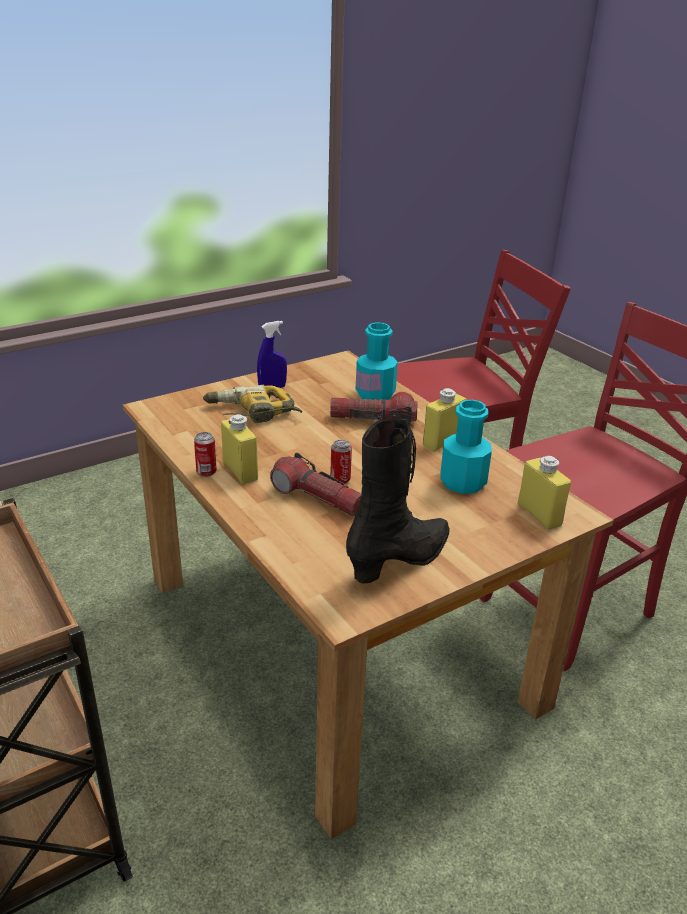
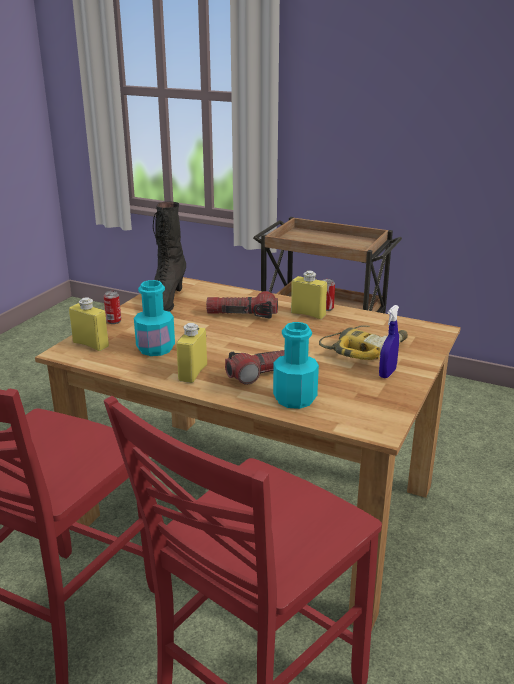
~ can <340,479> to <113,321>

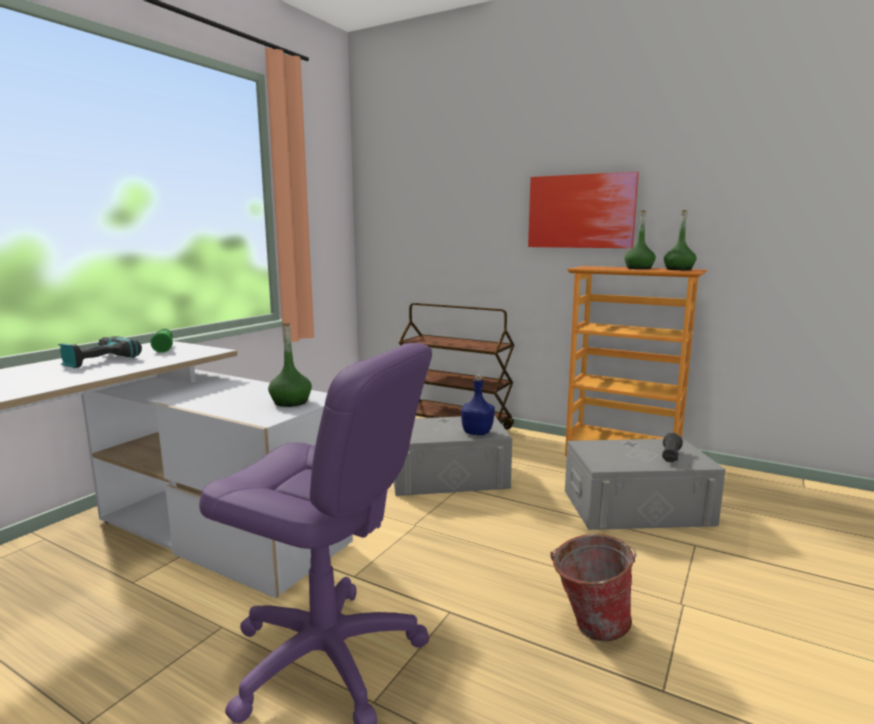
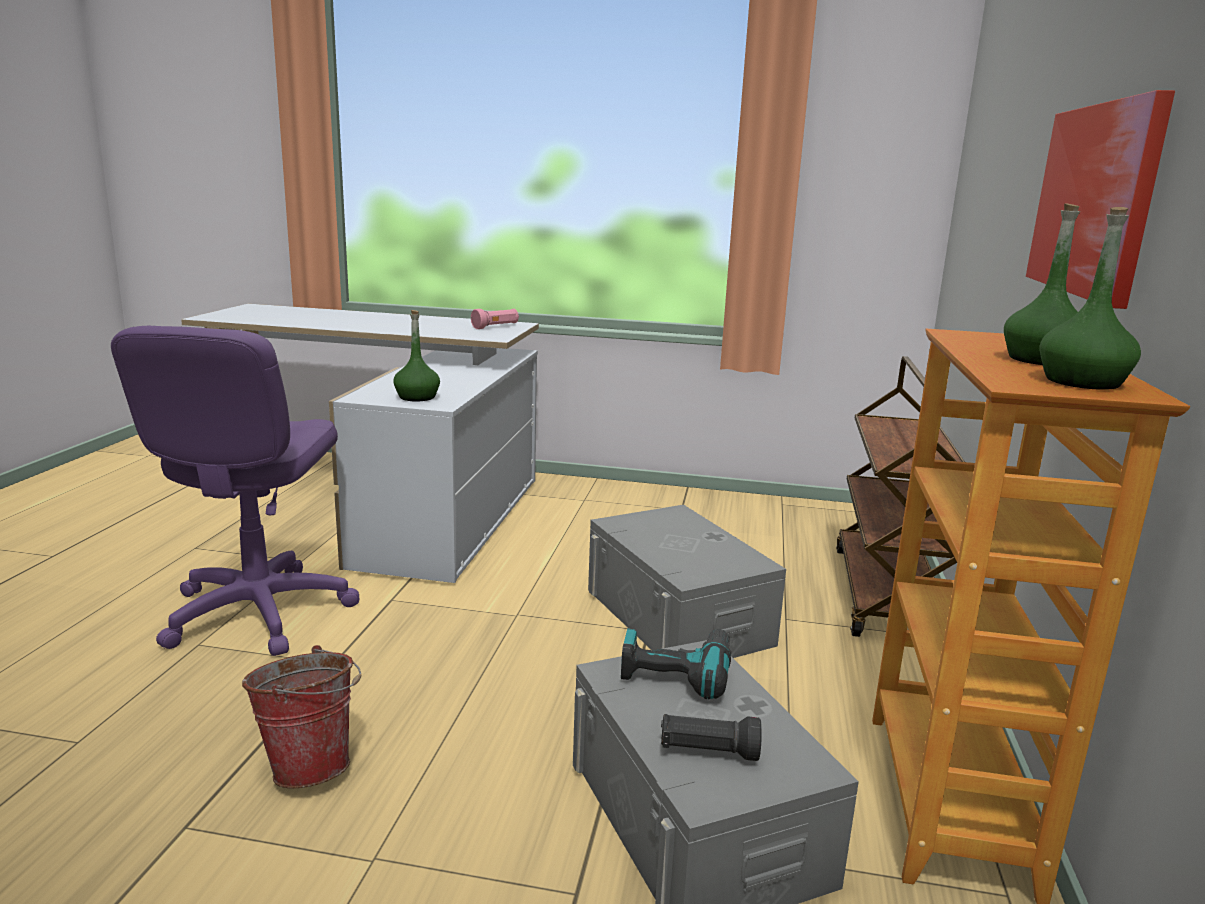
- blue bottle <477,433>
~ power drill <97,360> to <676,671>
~ green flashlight <164,348> to pink flashlight <495,327>

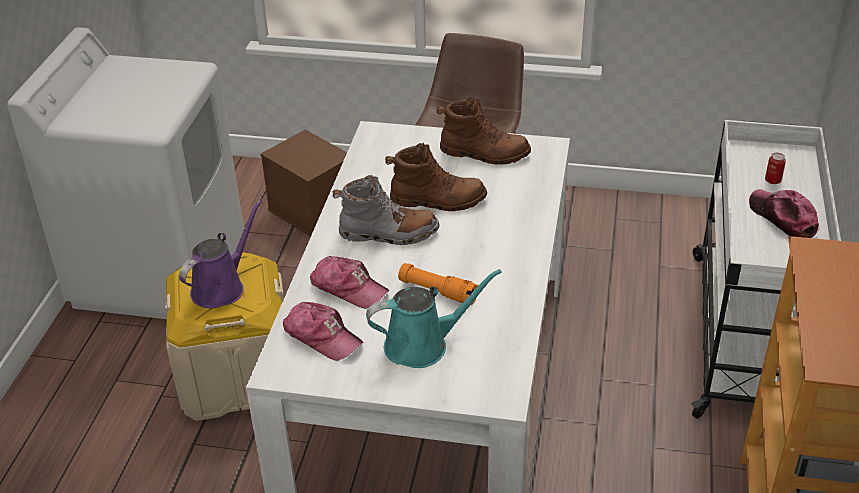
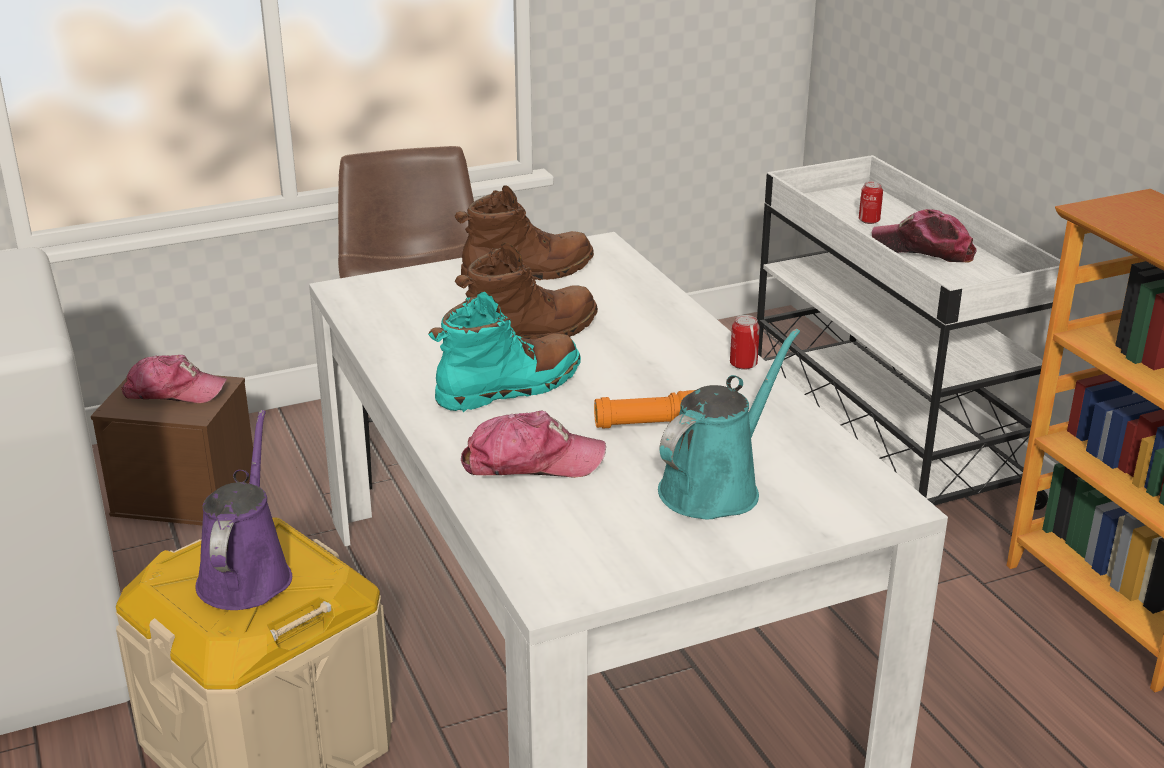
+ can <743,364>
~ cap <322,336> to <174,391>
~ grey boot <388,233> to turquoise boot <509,387>

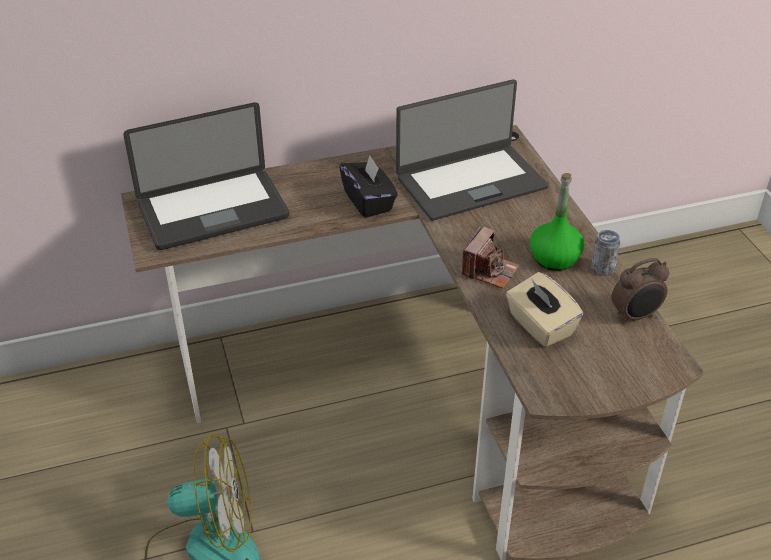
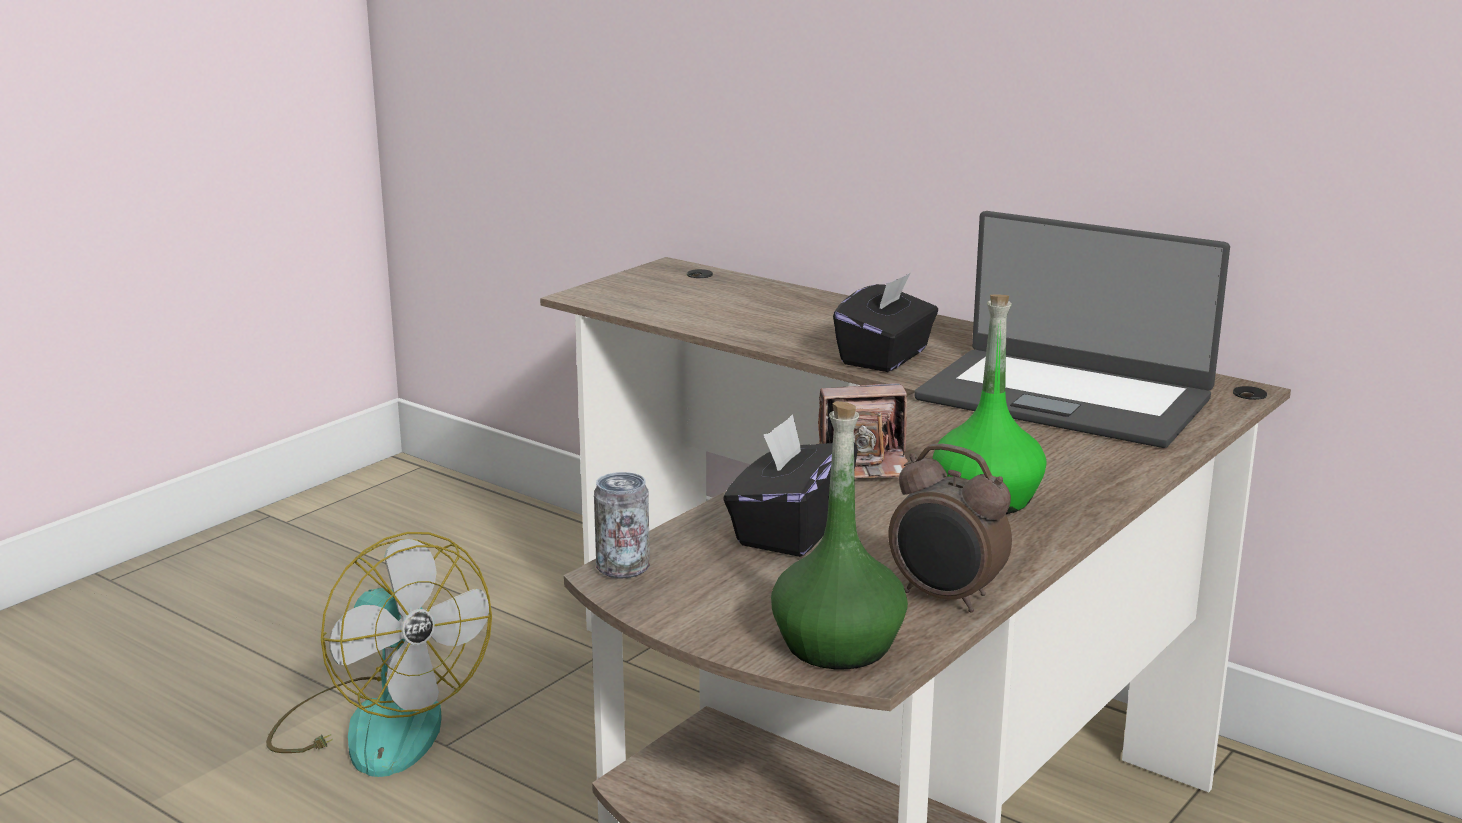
- laptop <213,211>
+ green bottle <838,645>
~ can <602,269> to <623,568>
~ beige tissue box <540,326> to black tissue box <790,530>

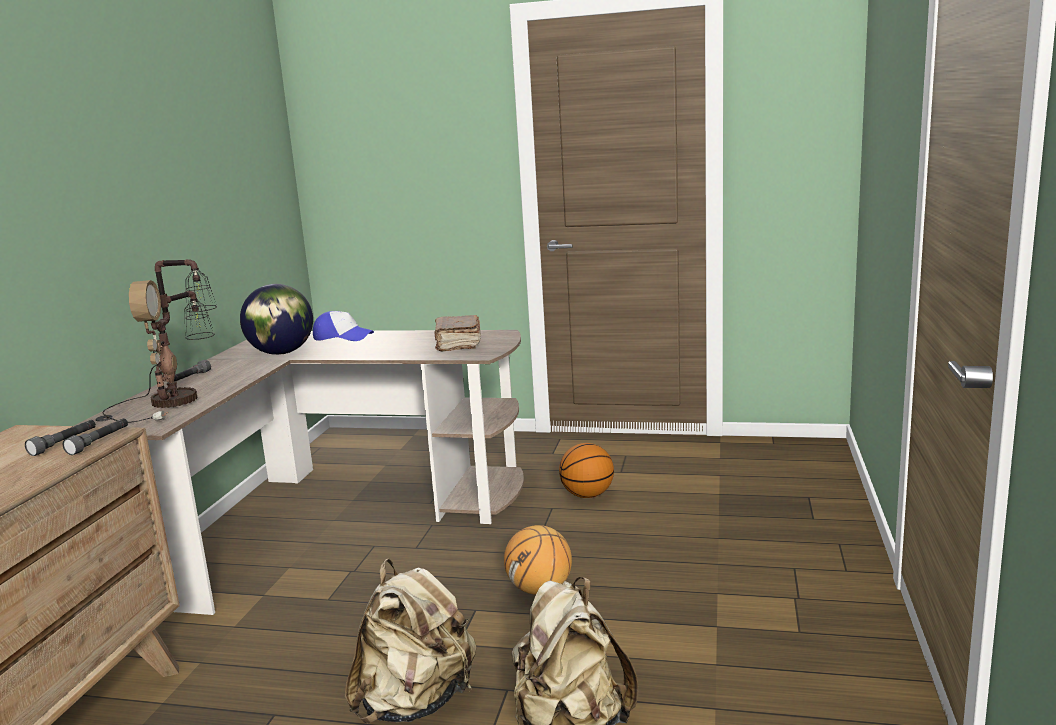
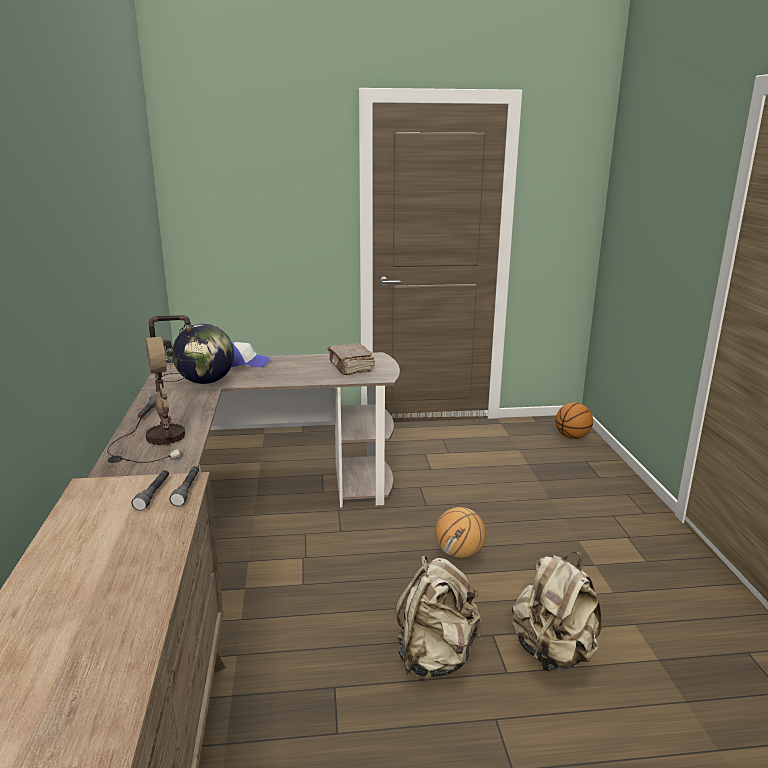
~ basketball <587,495> to <571,437>

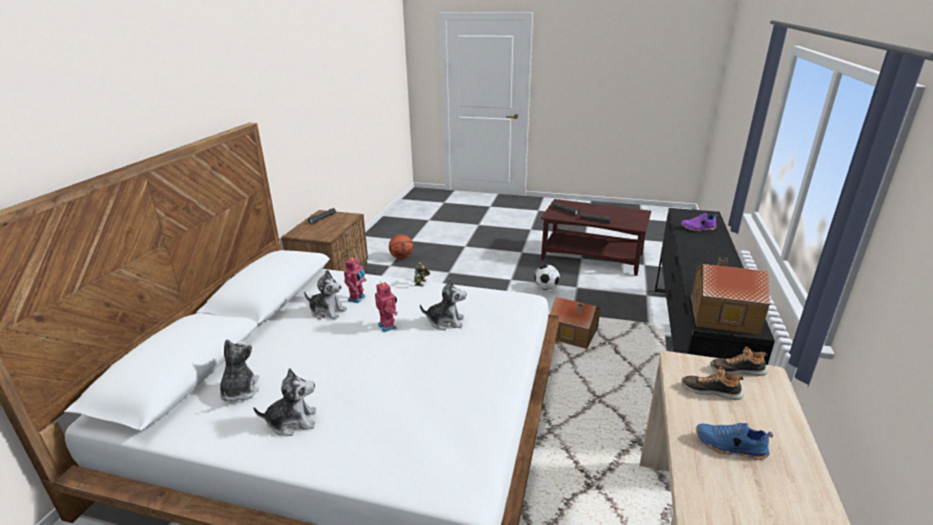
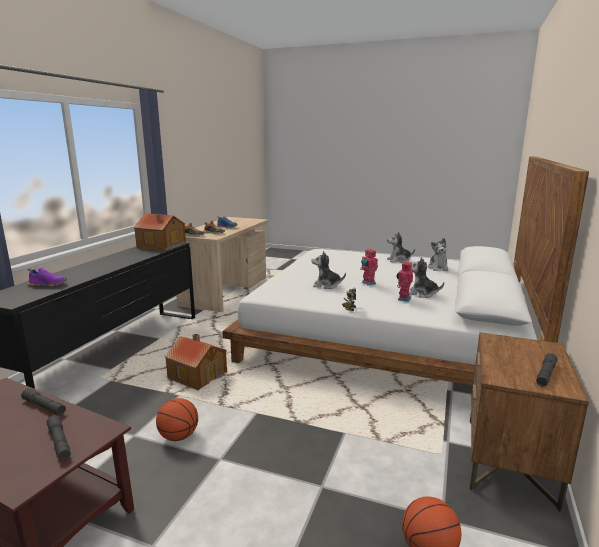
~ football <546,288> to basketball <178,436>

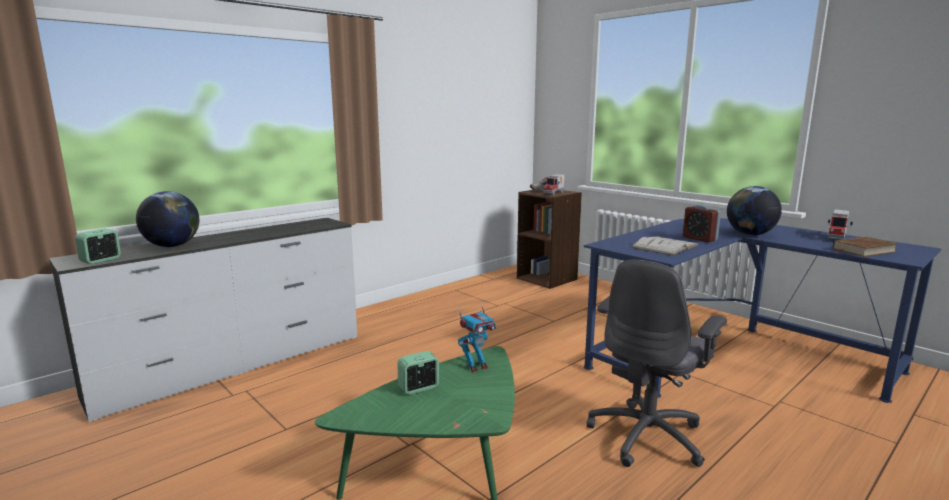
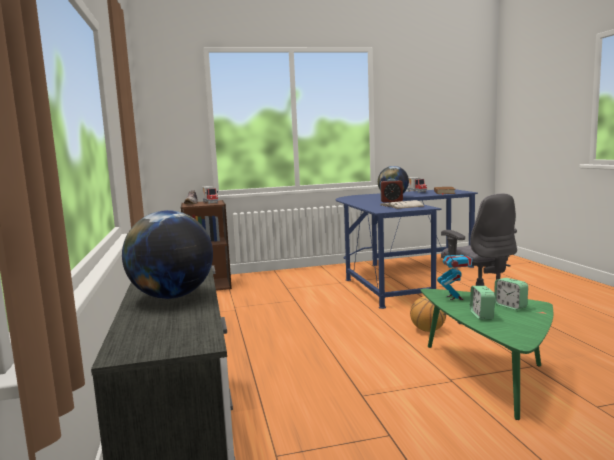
+ basketball <428,330>
~ alarm clock <101,260> to <510,306>

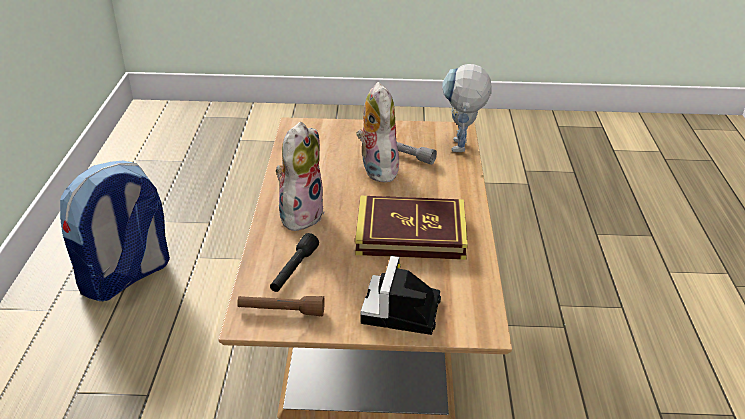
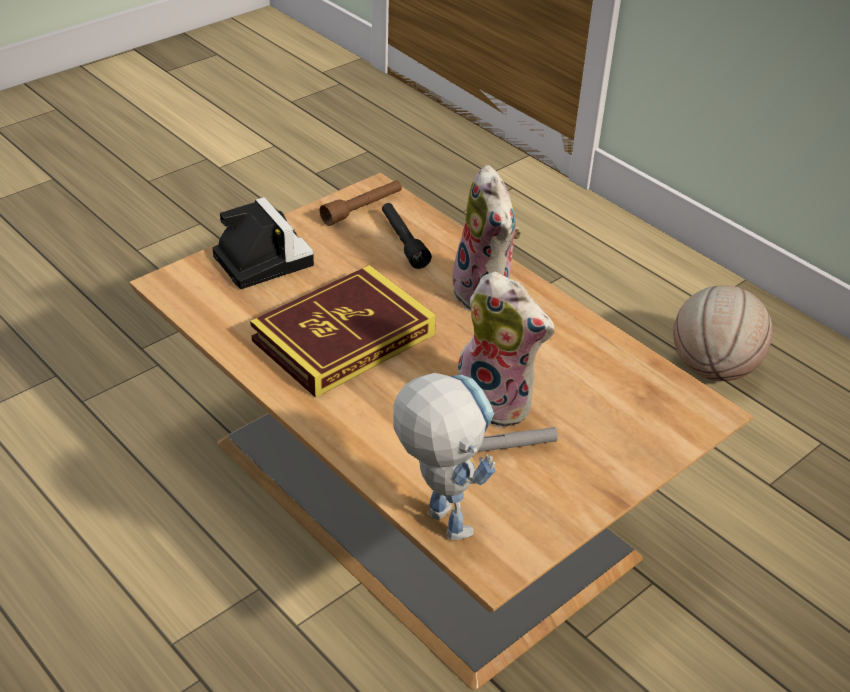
~ backpack <126,277> to basketball <712,368>

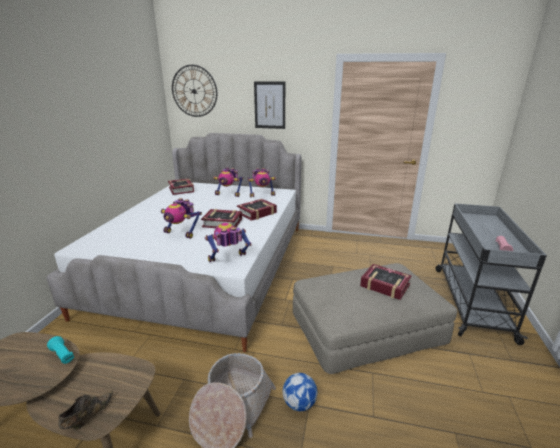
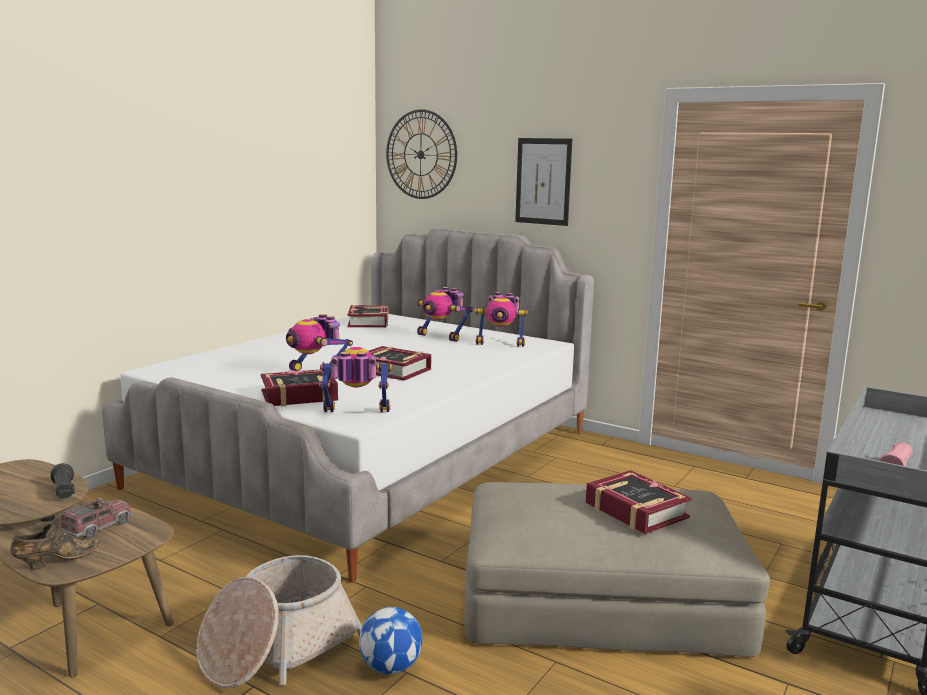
+ toy truck <97,527>
~ book <257,213> to <299,396>
~ turquoise flashlight <62,355> to black flashlight <64,491>

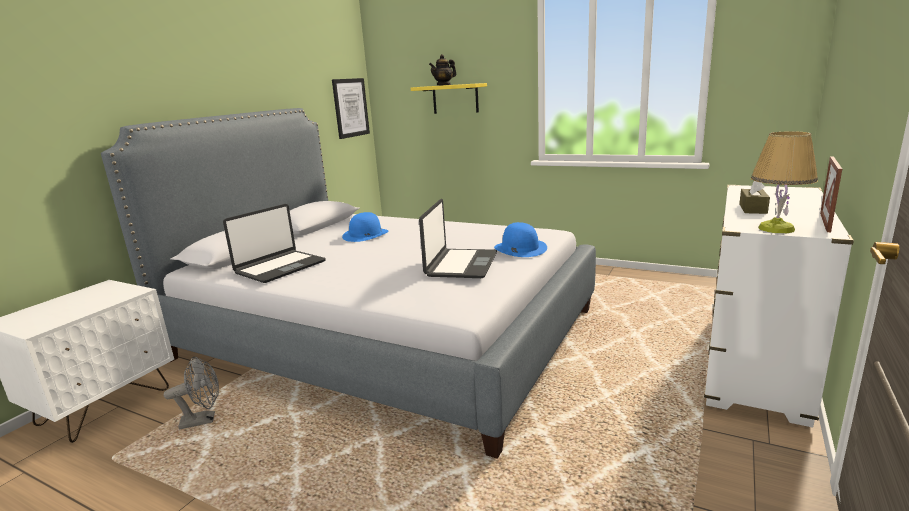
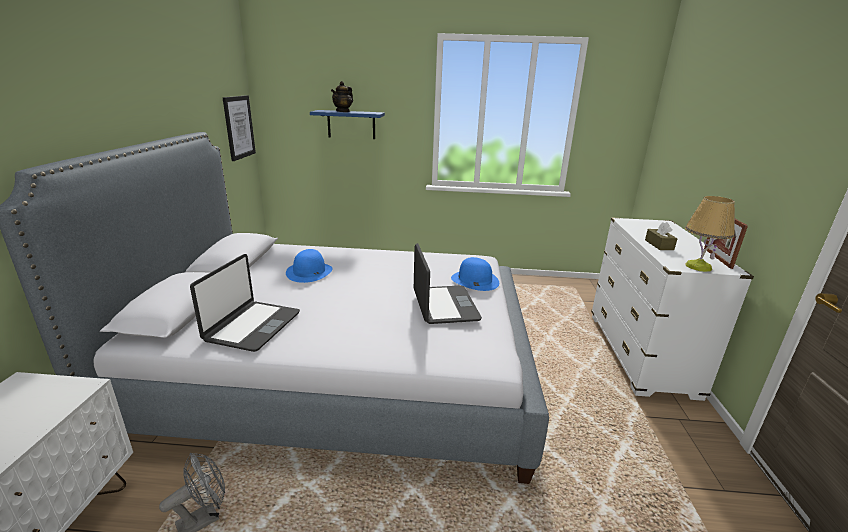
~ yellow shelf <455,99> to blue shelf <351,124>

